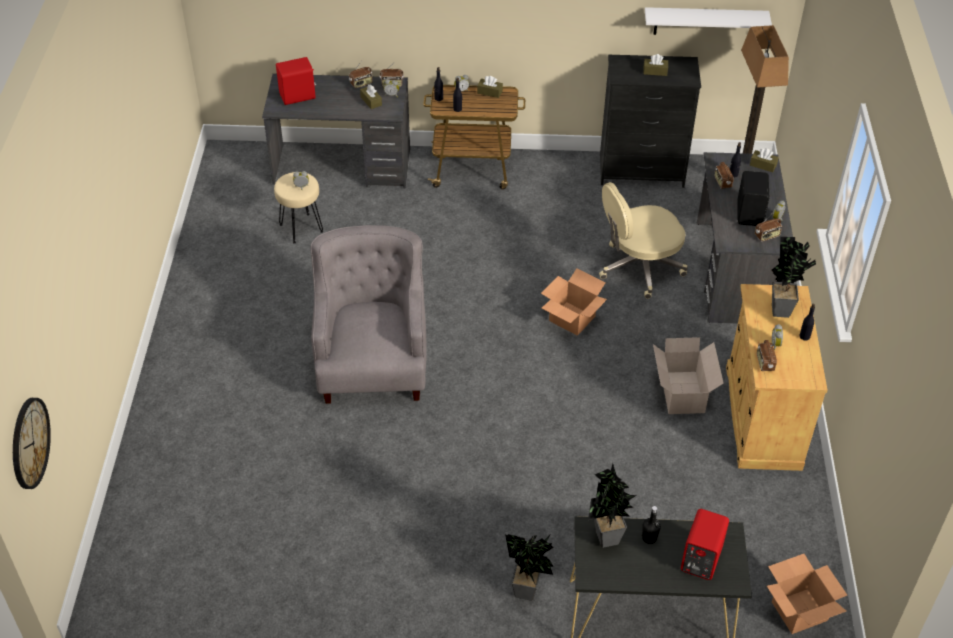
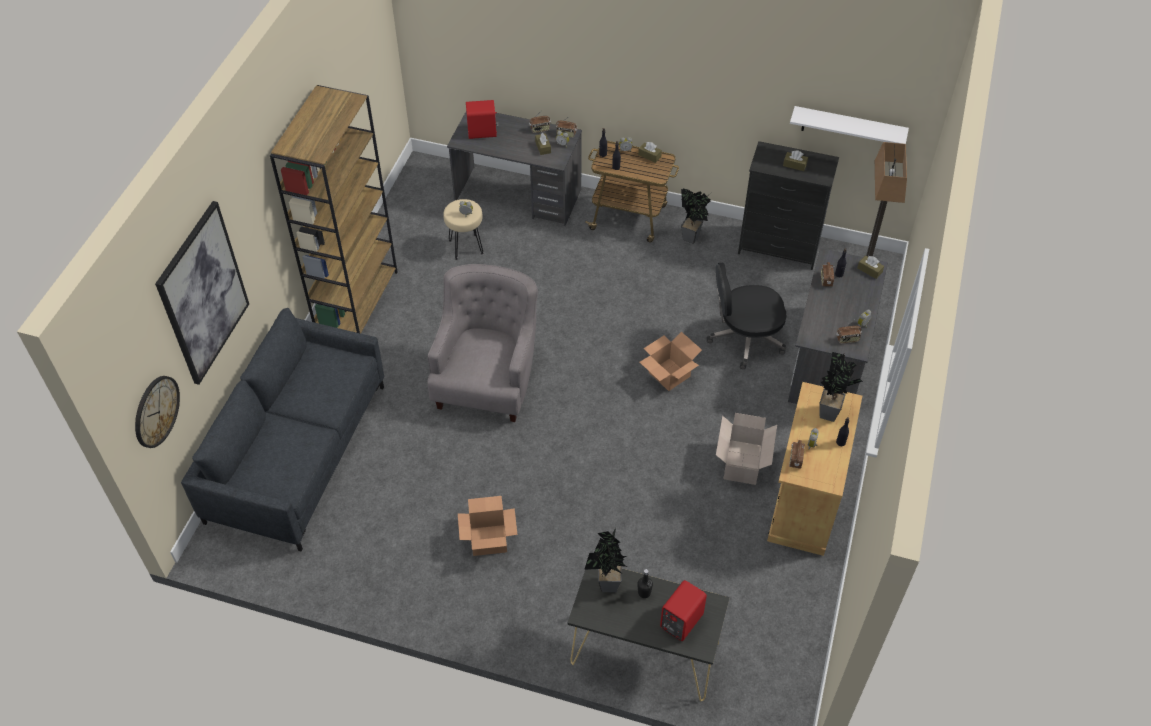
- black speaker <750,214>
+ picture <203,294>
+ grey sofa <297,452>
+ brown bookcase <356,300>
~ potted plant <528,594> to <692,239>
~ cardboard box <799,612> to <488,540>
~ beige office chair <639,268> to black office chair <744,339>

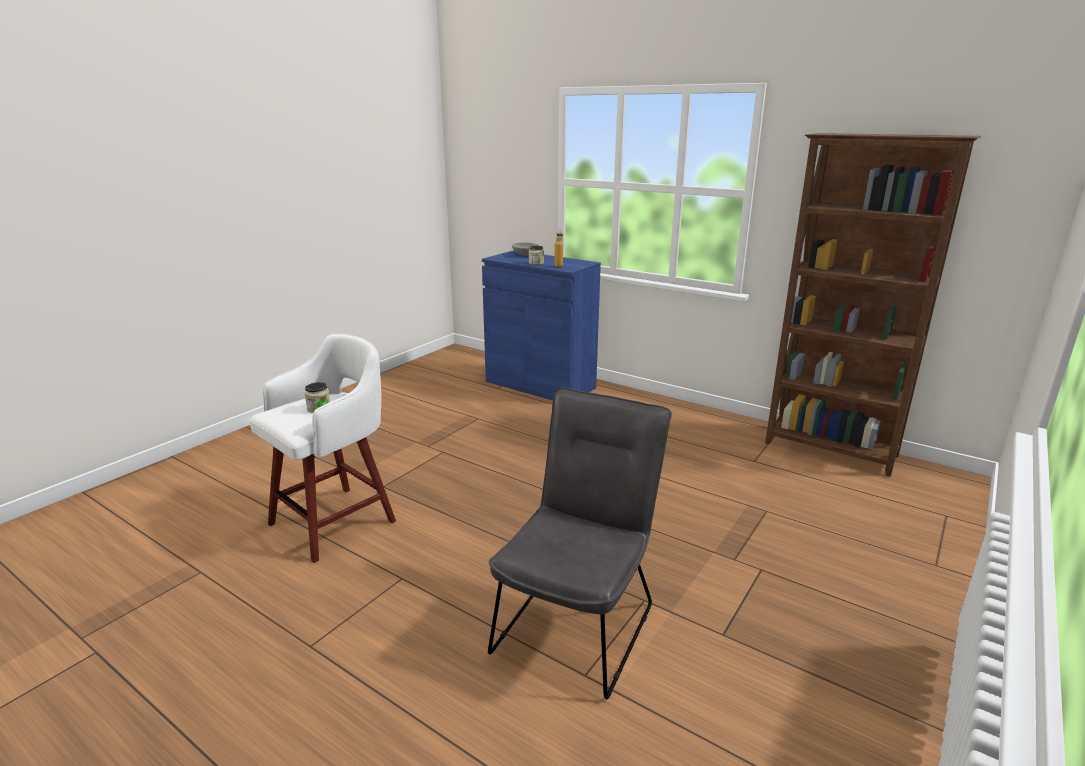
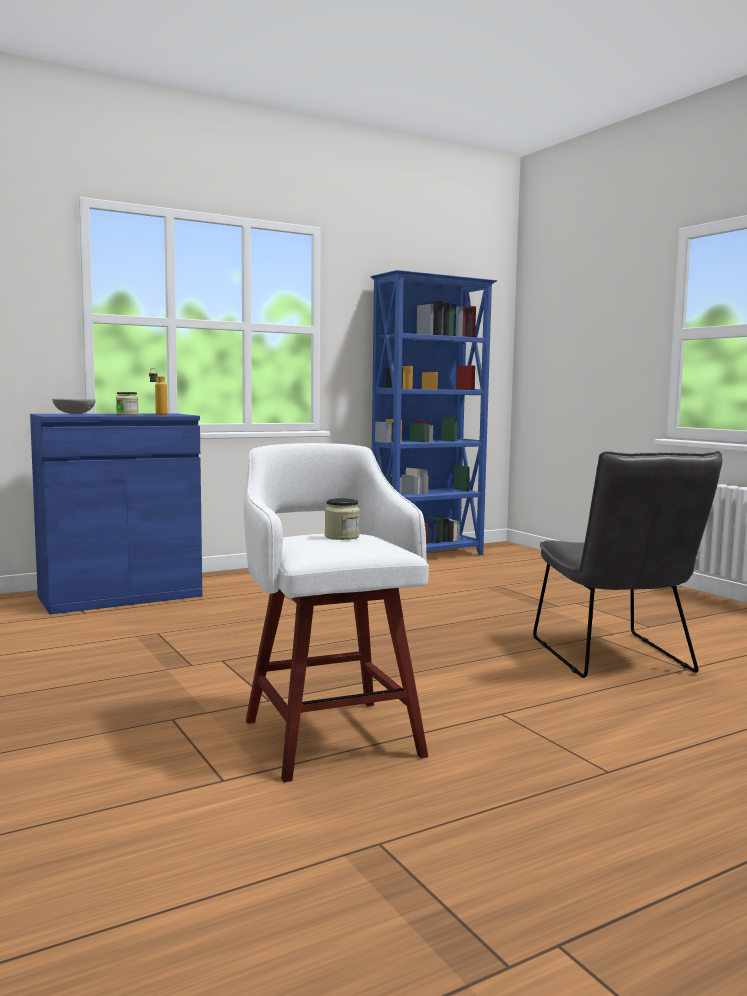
~ brown bookcase <831,450> to blue bookcase <428,555>
~ grey chair <579,621> = <615,659> 150 degrees counterclockwise

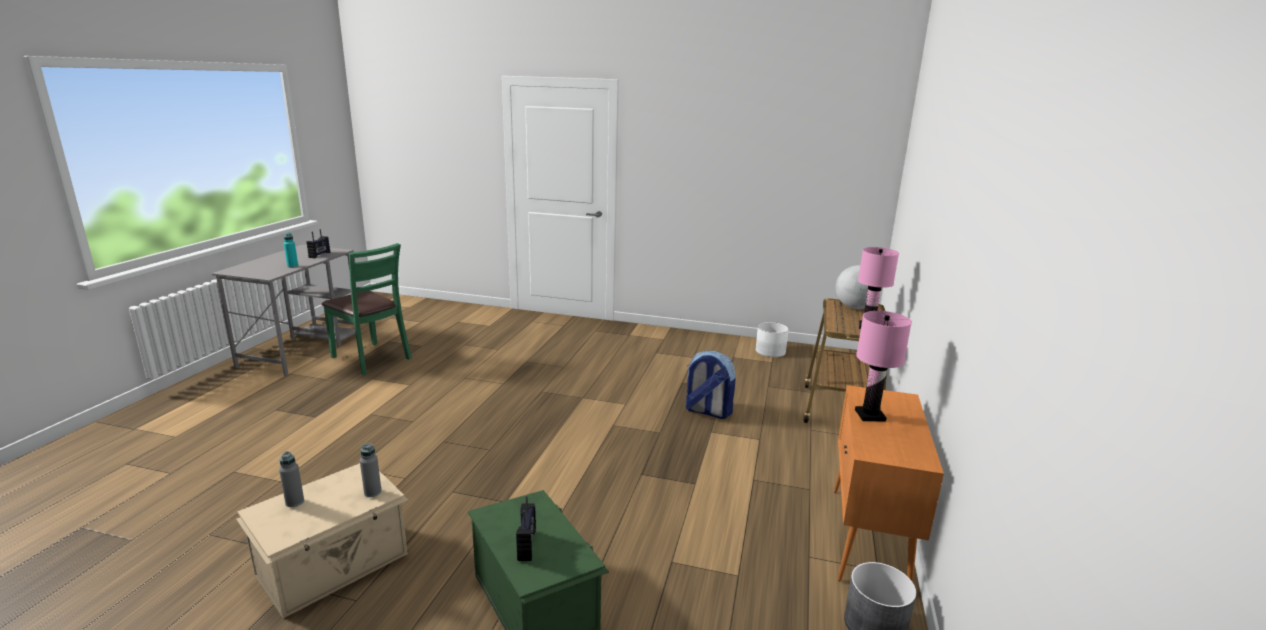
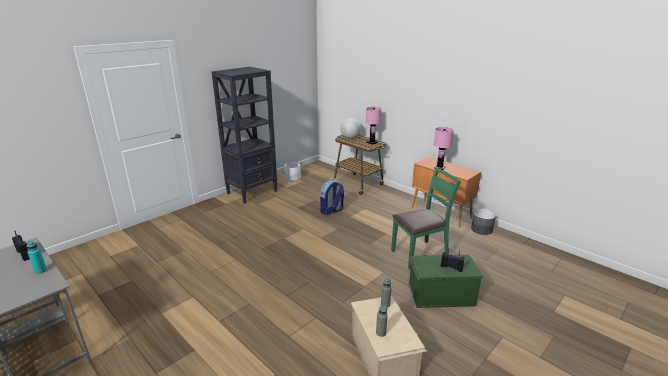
+ black bookcase <252,192>
~ green chair <371,358> to <419,254>

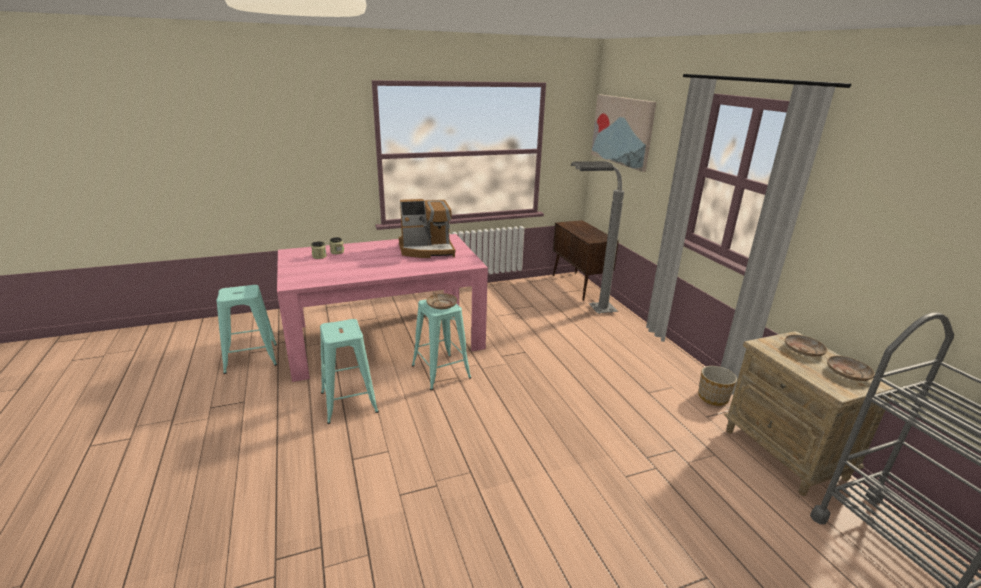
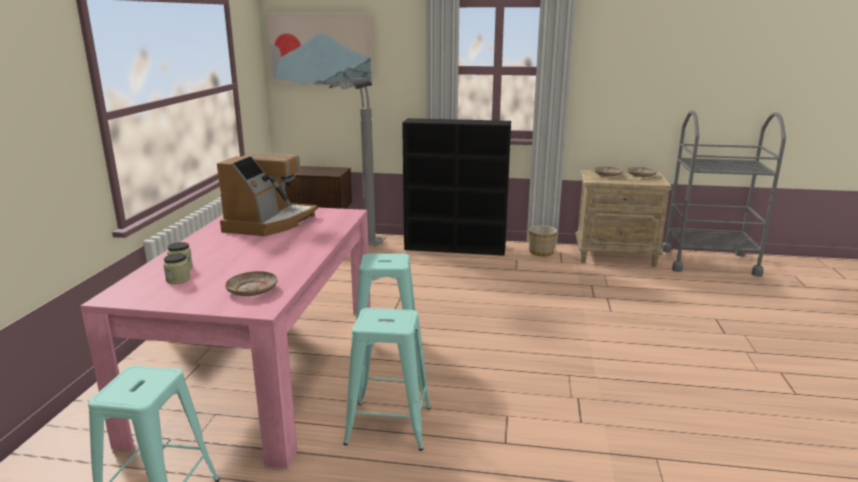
+ black bookcase <456,248>
~ beige plate <442,305> to <252,290>

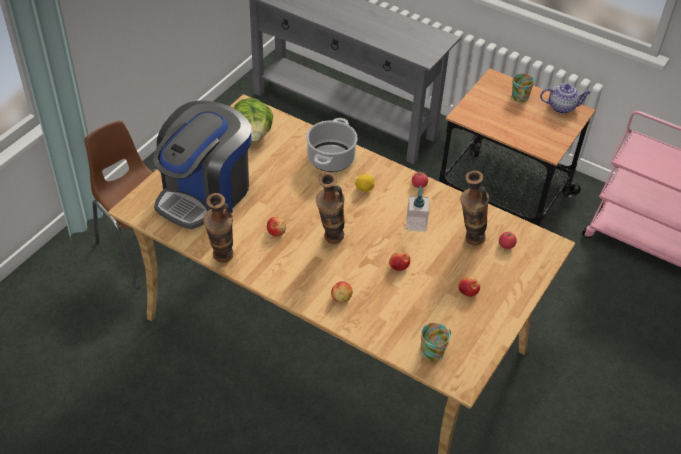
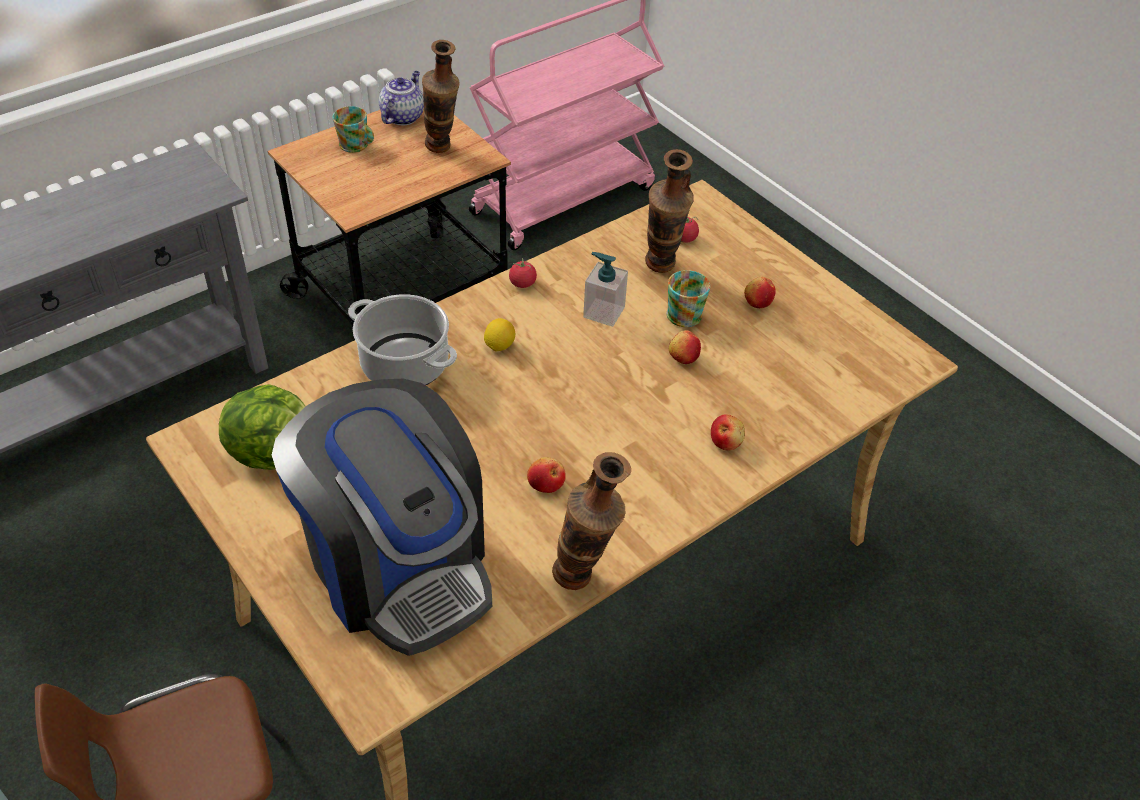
~ vase <330,241> to <442,150>
~ mug <435,349> to <682,312>

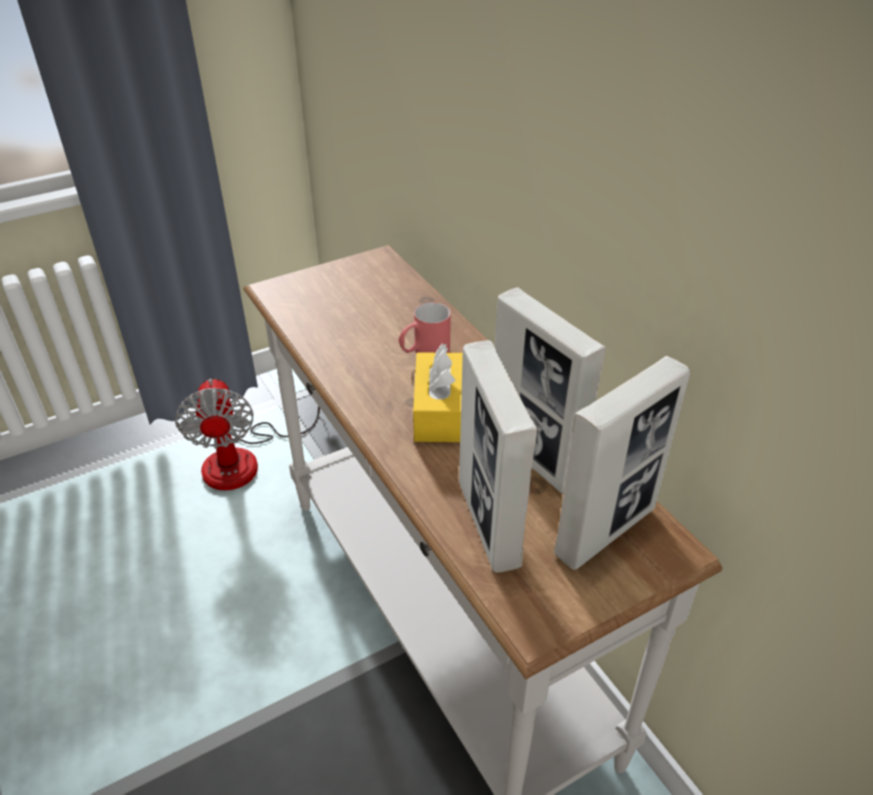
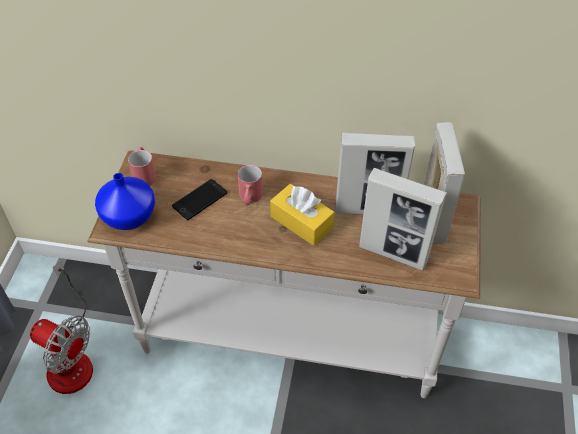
+ blue vase <128,217>
+ red mug <144,174>
+ phone <200,200>

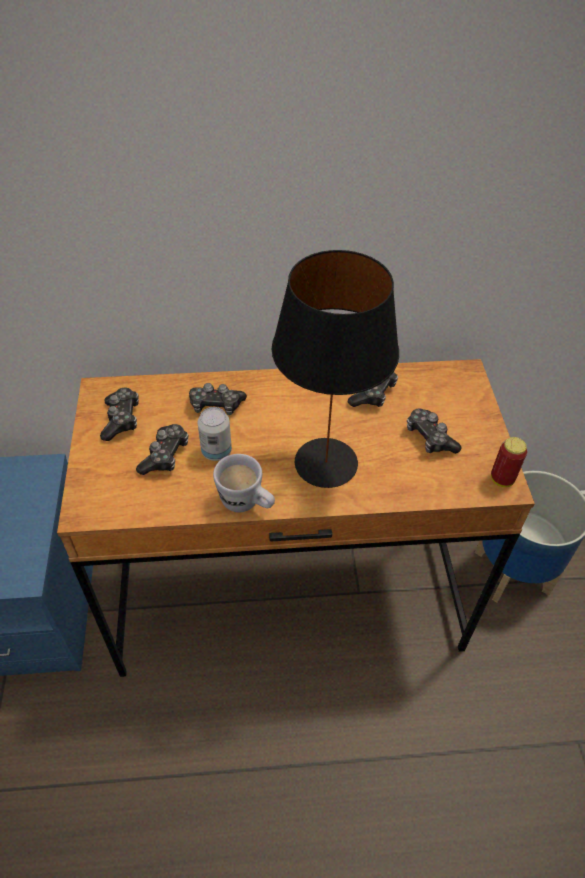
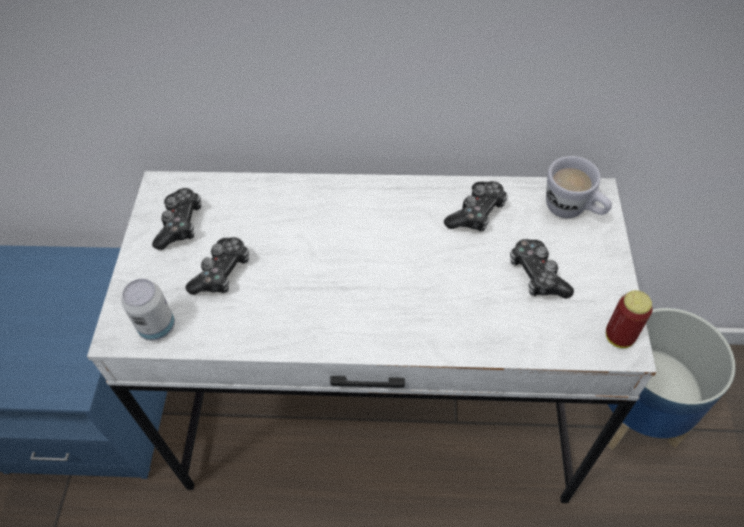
- game controller <216,405>
- black table lamp <327,463>
~ can <216,451> to <157,327>
~ white mug <247,504> to <572,211>
~ brown desk <289,594> to white desk <379,416>

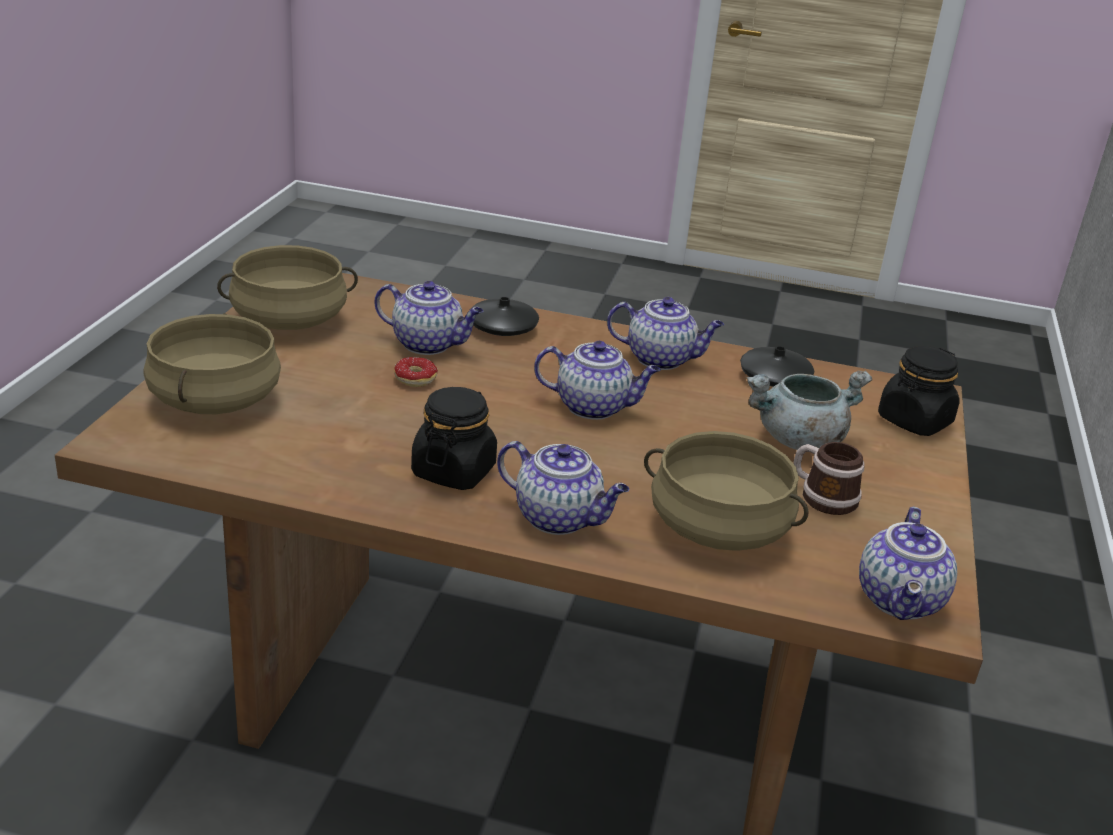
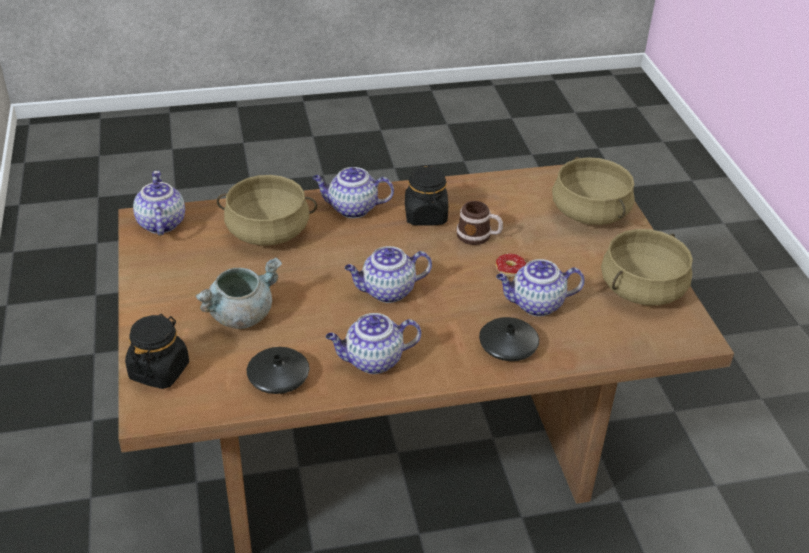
~ mug <822,496> to <478,236>

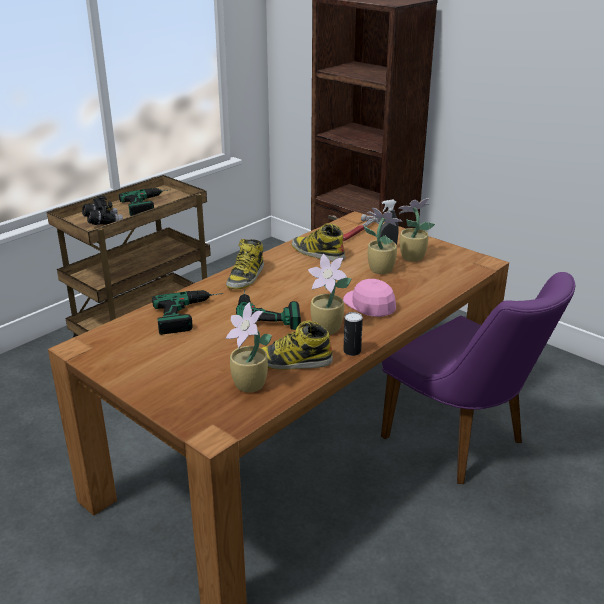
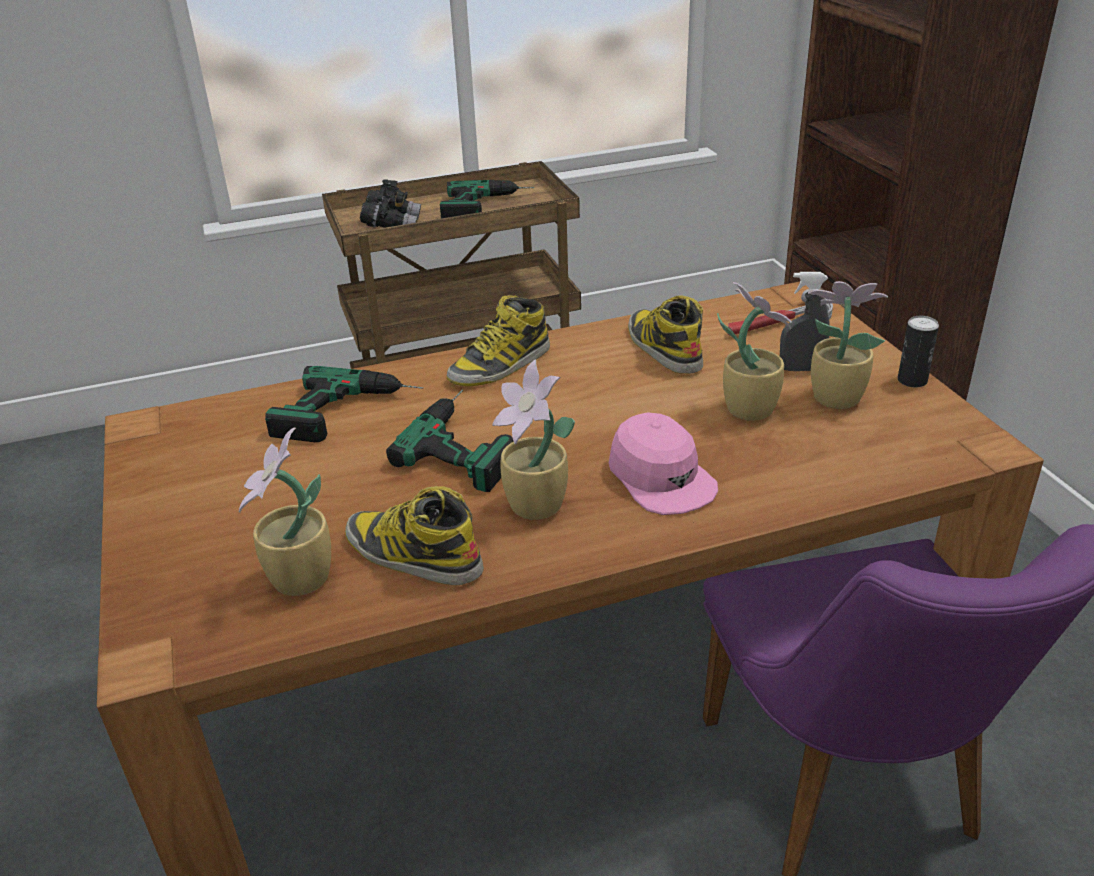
~ can <352,351> to <912,380>
~ pink cap <369,304> = <660,478> 150 degrees clockwise

